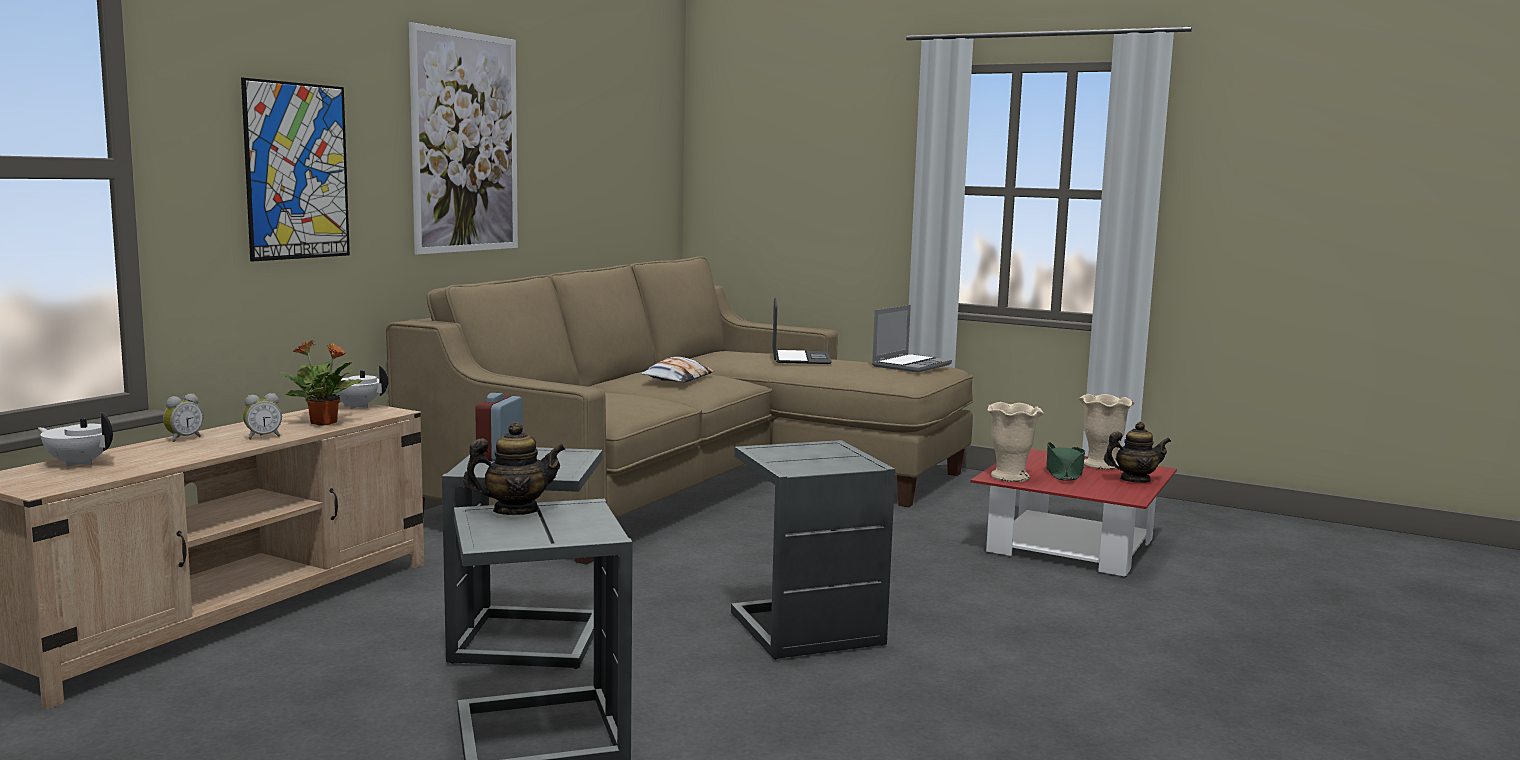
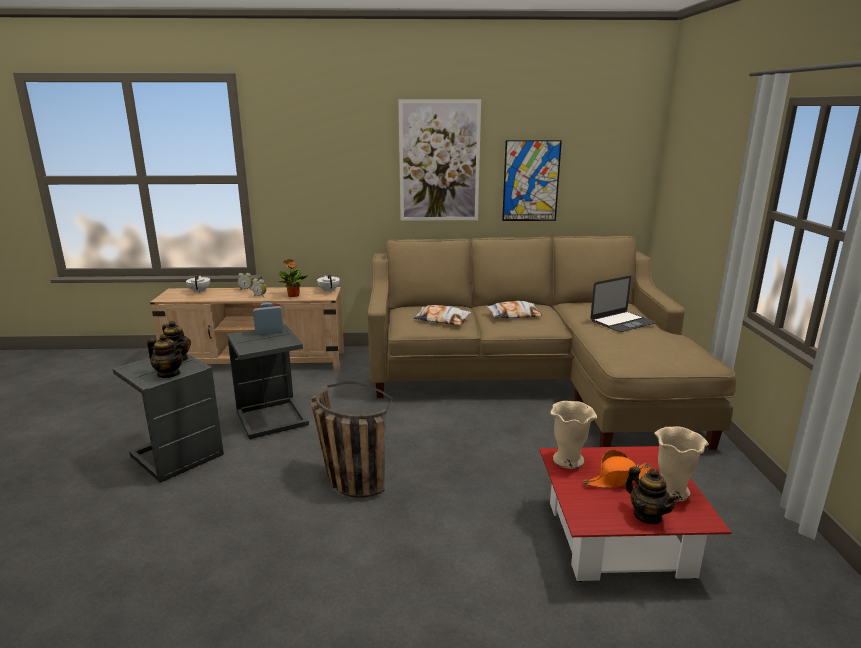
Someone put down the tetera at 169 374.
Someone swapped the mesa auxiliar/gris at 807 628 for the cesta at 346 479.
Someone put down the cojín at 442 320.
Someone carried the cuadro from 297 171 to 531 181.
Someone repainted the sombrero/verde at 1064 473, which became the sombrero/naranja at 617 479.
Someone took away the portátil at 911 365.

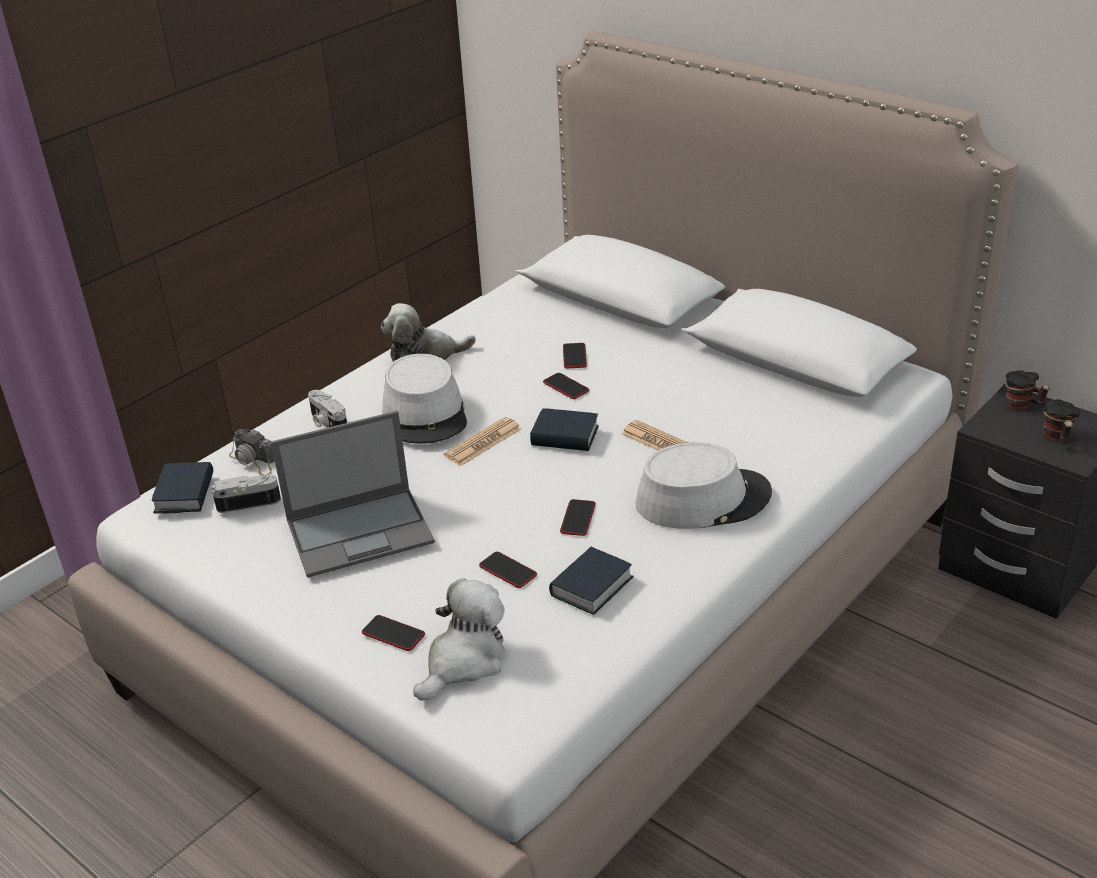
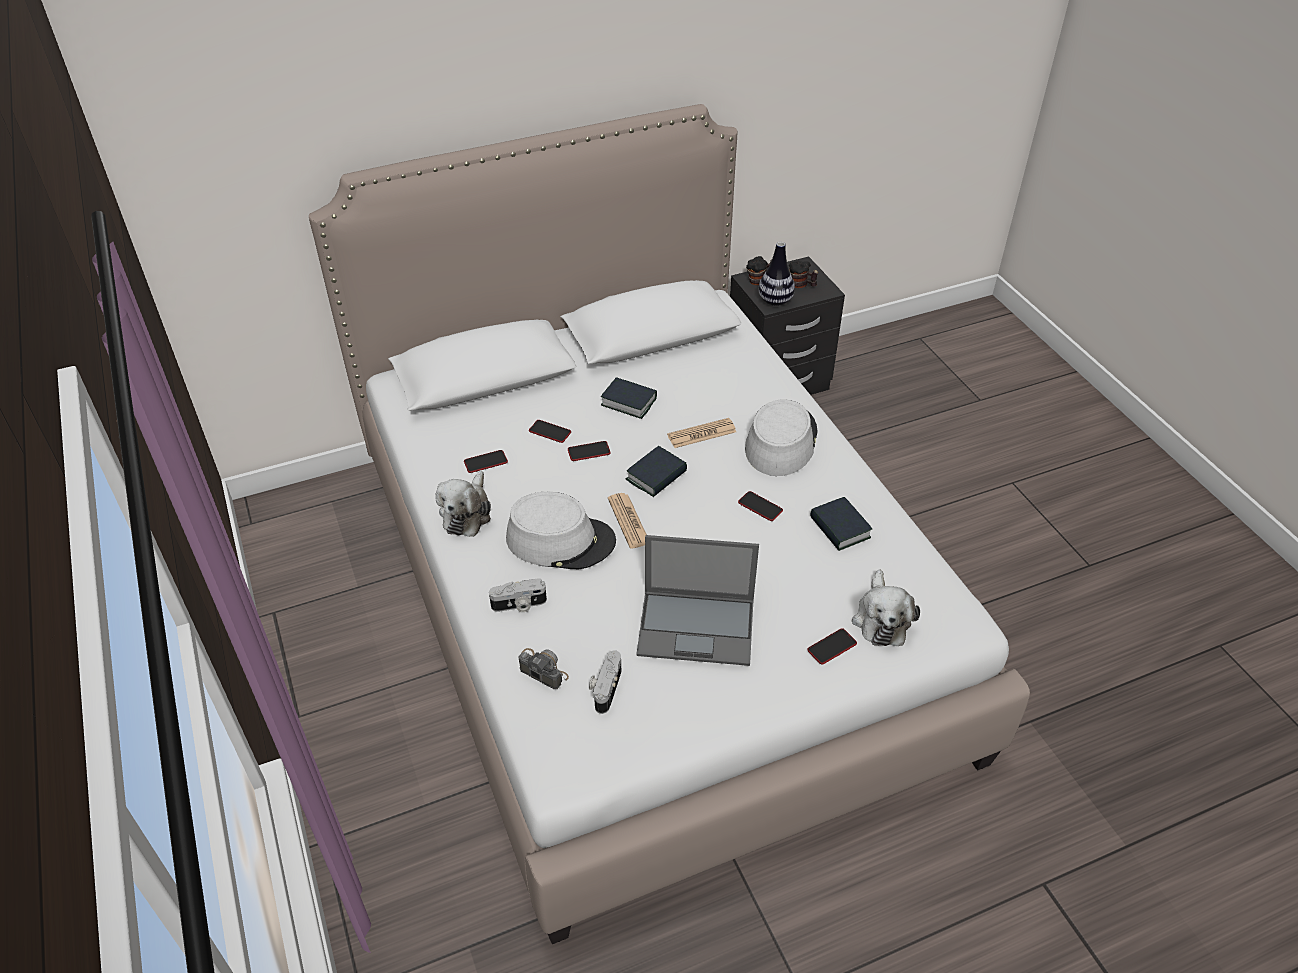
Someone carried the móvil from 508 571 to 485 462.
Someone rotated the cámara at 254 460 by 120 degrees counterclockwise.
Someone carried the libro from 185 494 to 628 402.
Someone rotated the portátil at 361 531 by 90 degrees clockwise.
Someone put down the florero at 775 301.
Someone rotated the peluche at 464 661 by 150 degrees counterclockwise.

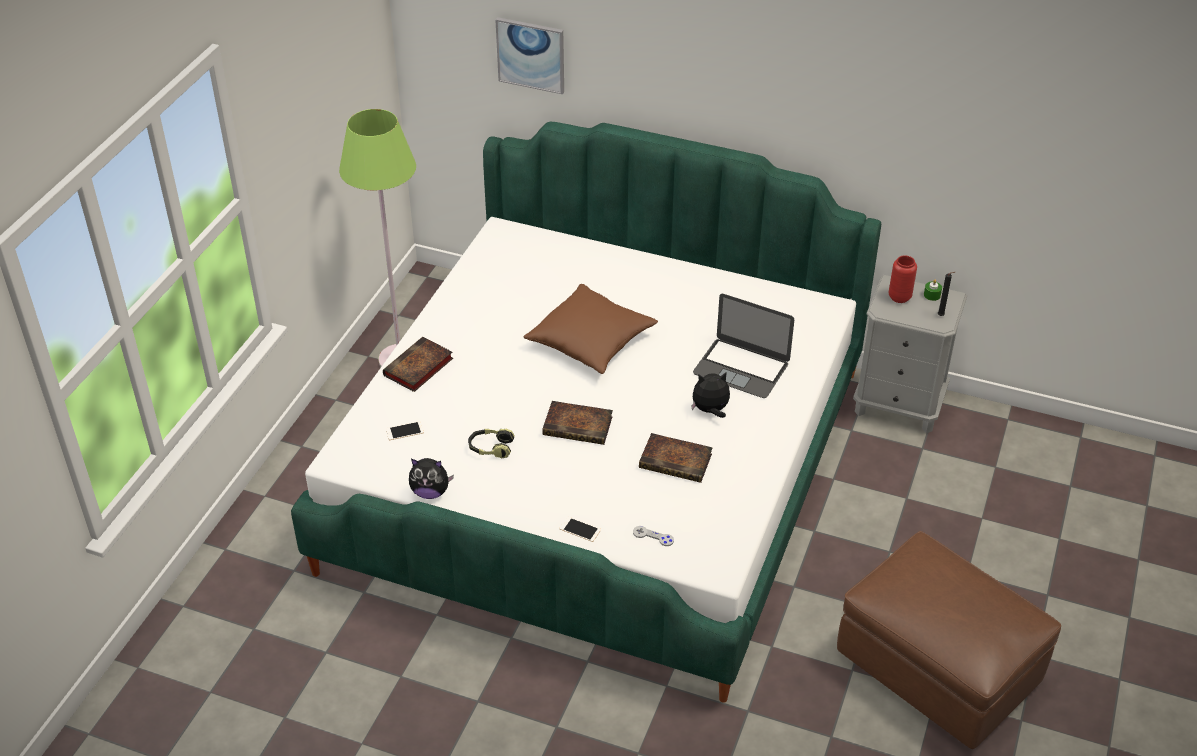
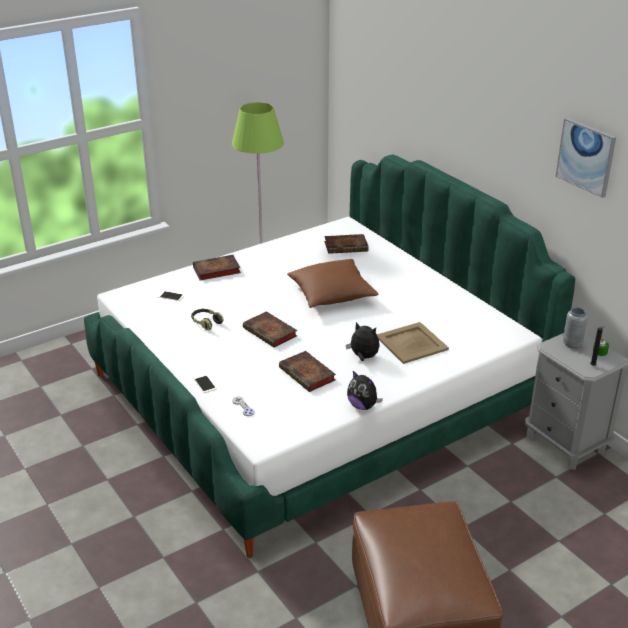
Someone put down the libro at 347 246.
Someone carried the peluche from 430 492 to 363 406.
Someone swapped the portátil at 741 368 for the bandeja/beis at 412 343.
Someone carried the cuadro from 531 54 to 586 157.
Someone repainted the florero/rojo at 899 297, which became the florero/gris at 572 344.

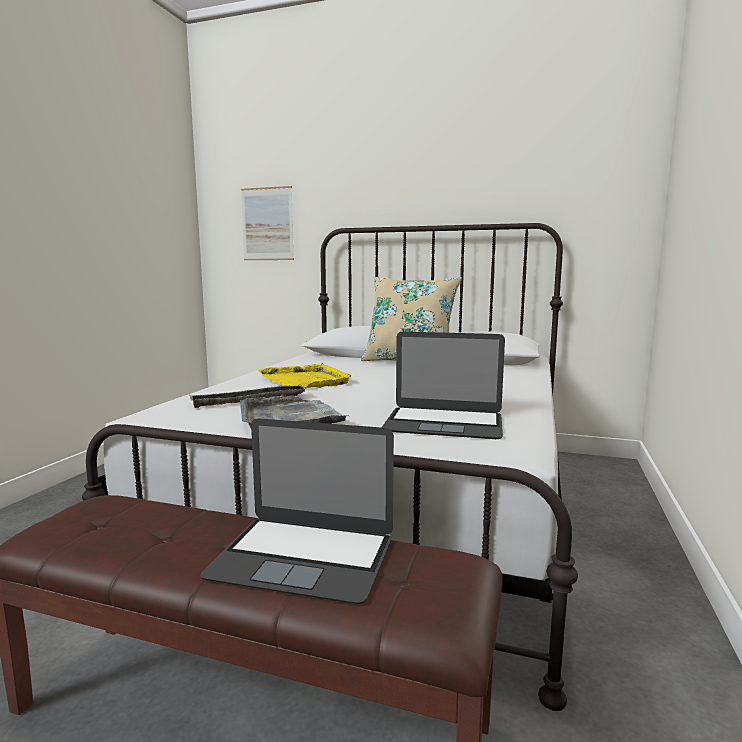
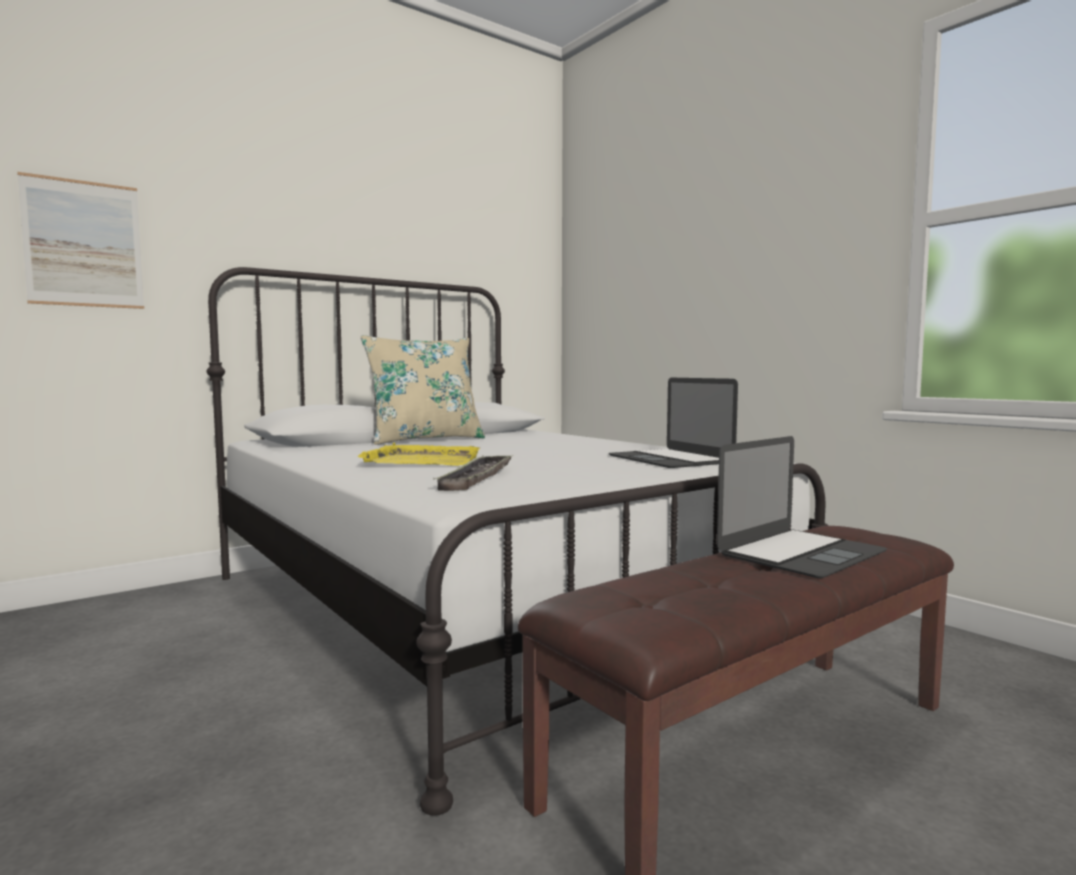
Someone rotated the portátil at 444 423 by 105 degrees clockwise.
Someone took away the bandeja/gris at 289 417.

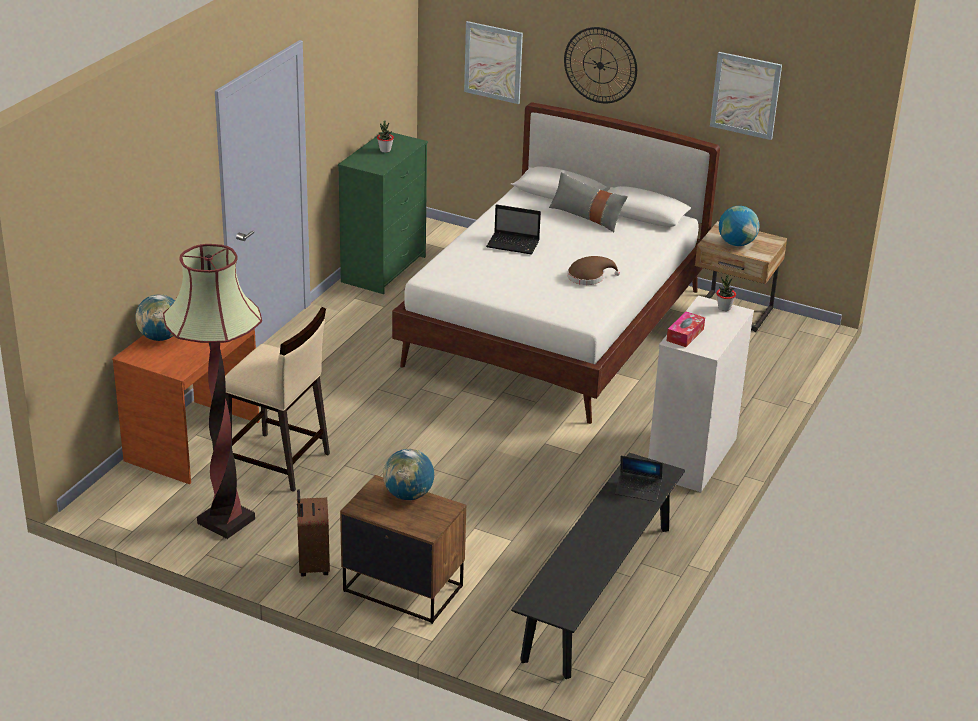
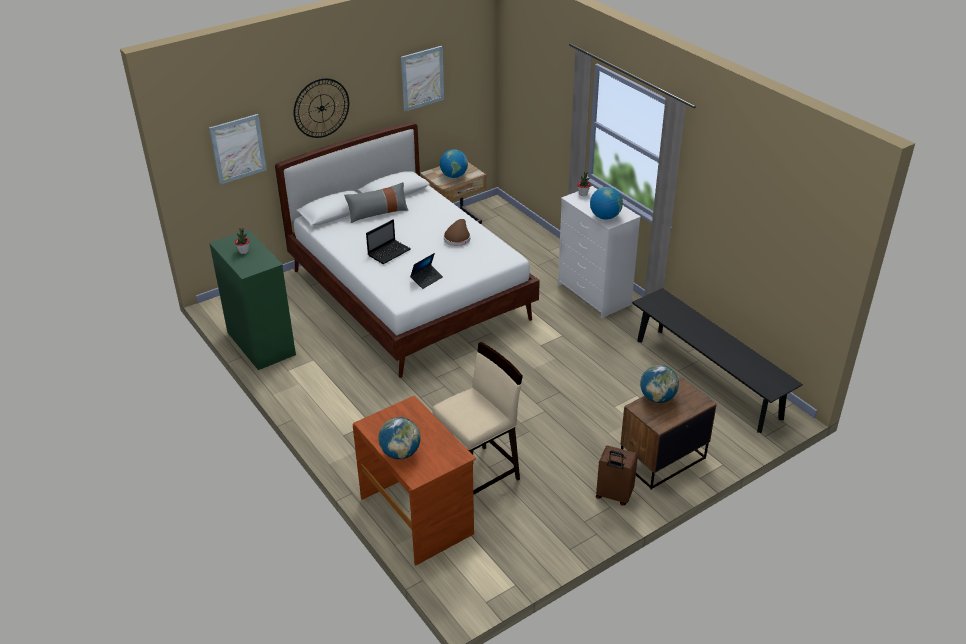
Someone carried the portátil from 638 490 to 426 279.
Someone swapped the caja de pañuelos at 685 335 for the globo terráqueo at 605 217.
Someone took away the lámpara de pie at 226 521.

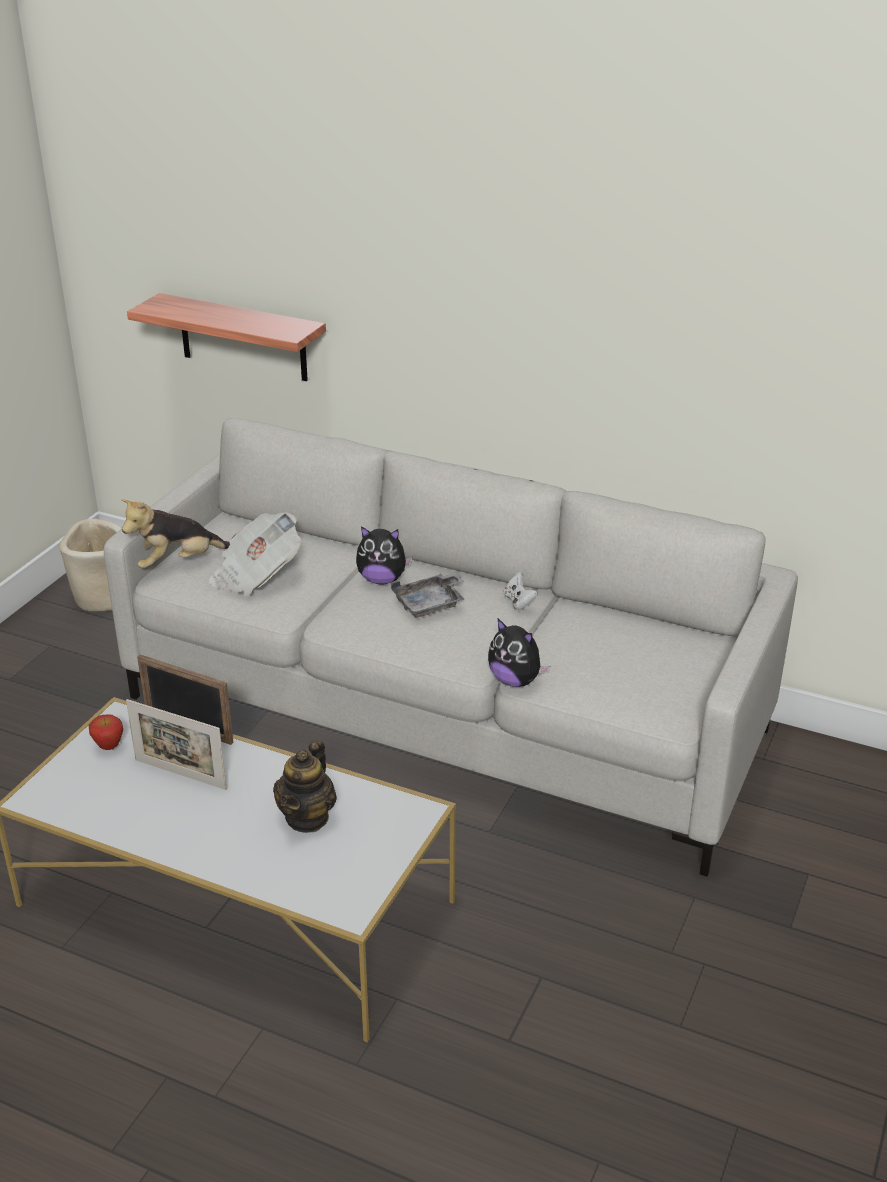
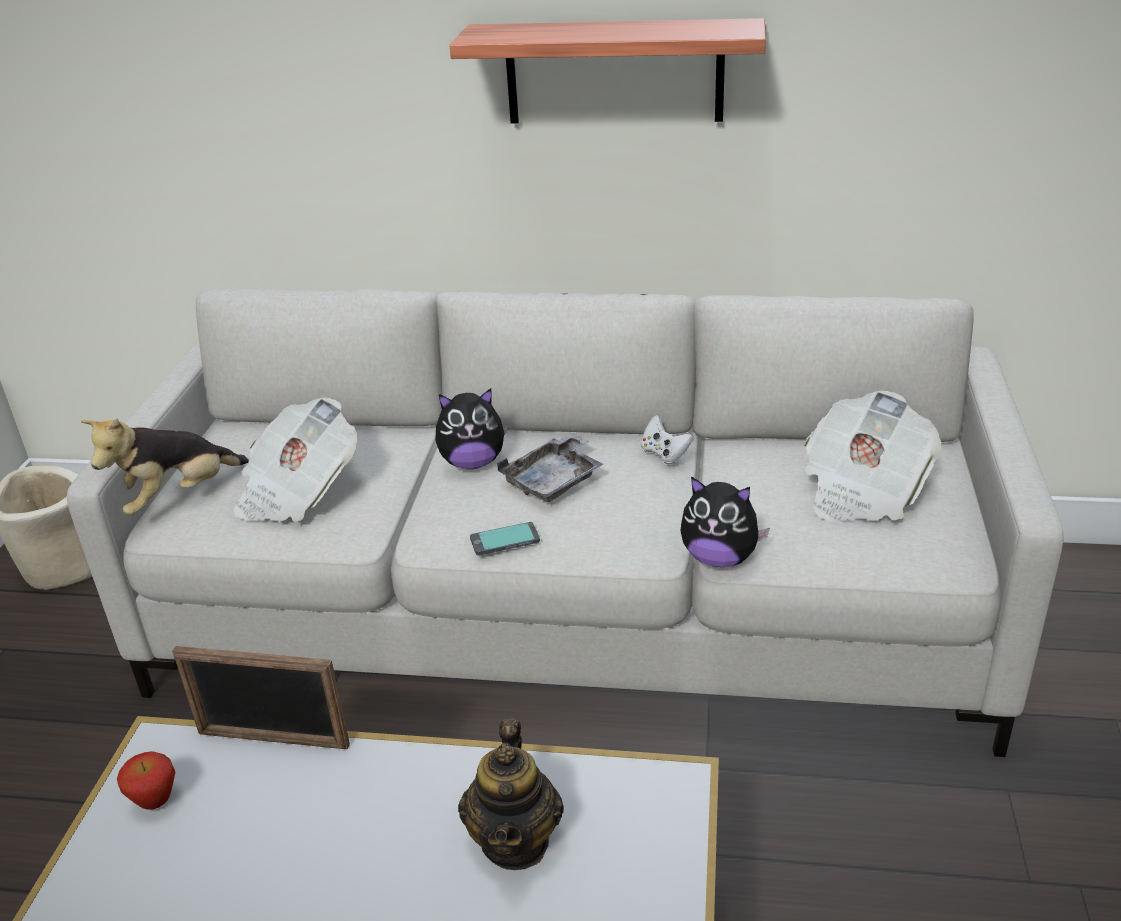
Someone carried the estante from 243 338 to 614 72.
Someone put down the móvil at 505 540.
Someone put down the periódico at 862 489.
Someone took away the portarretratos at 180 774.

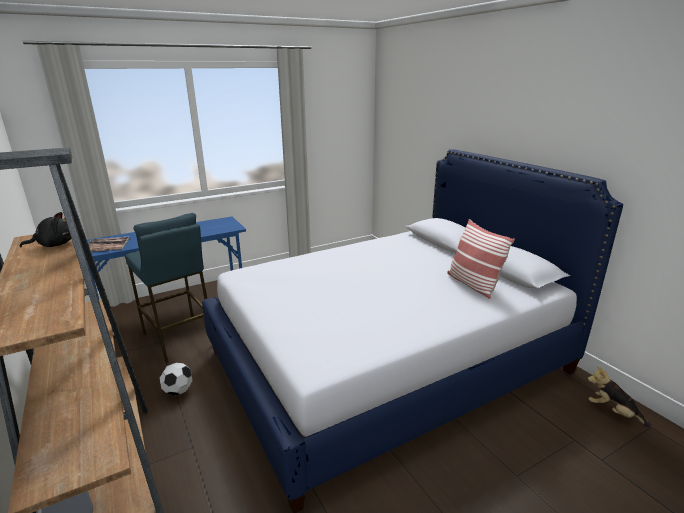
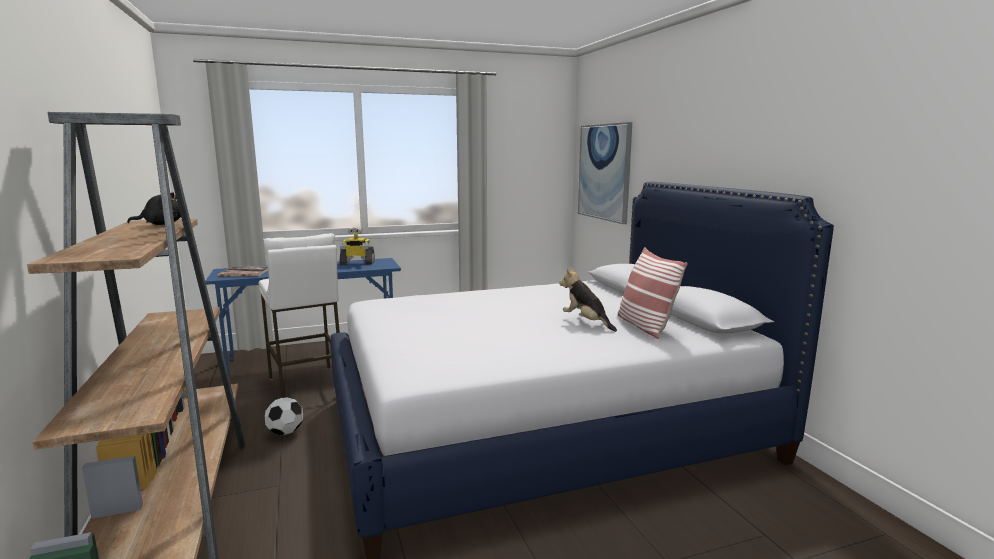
Someone repainted the taburete/azul at 179 339, which became the taburete/blanco at 306 386.
Someone put down the robot de juguete at 357 263.
Someone carried the peluche from 613 412 to 586 322.
Someone put up the cuadro at 604 172.

